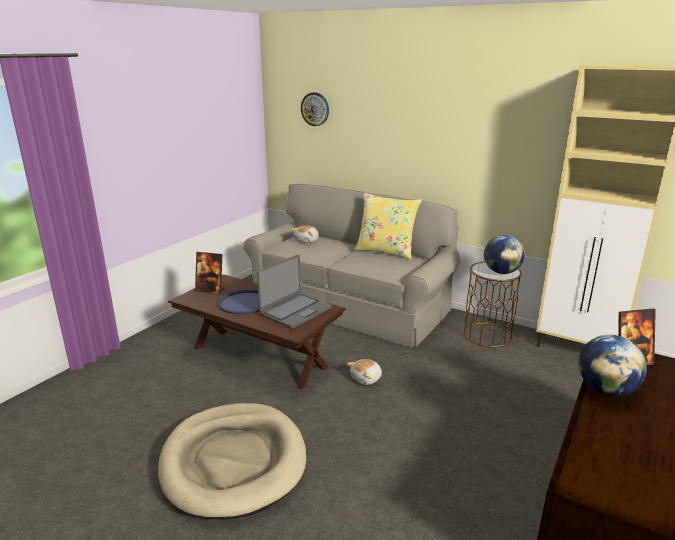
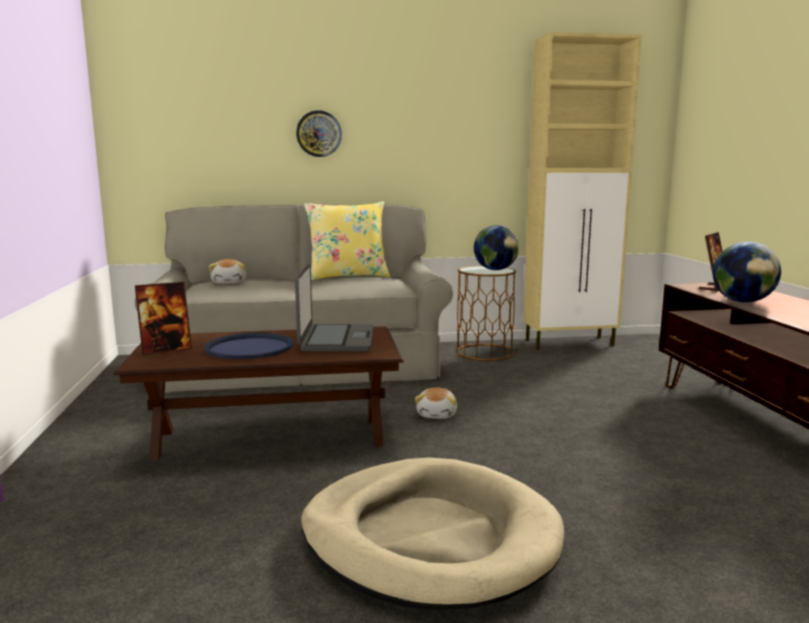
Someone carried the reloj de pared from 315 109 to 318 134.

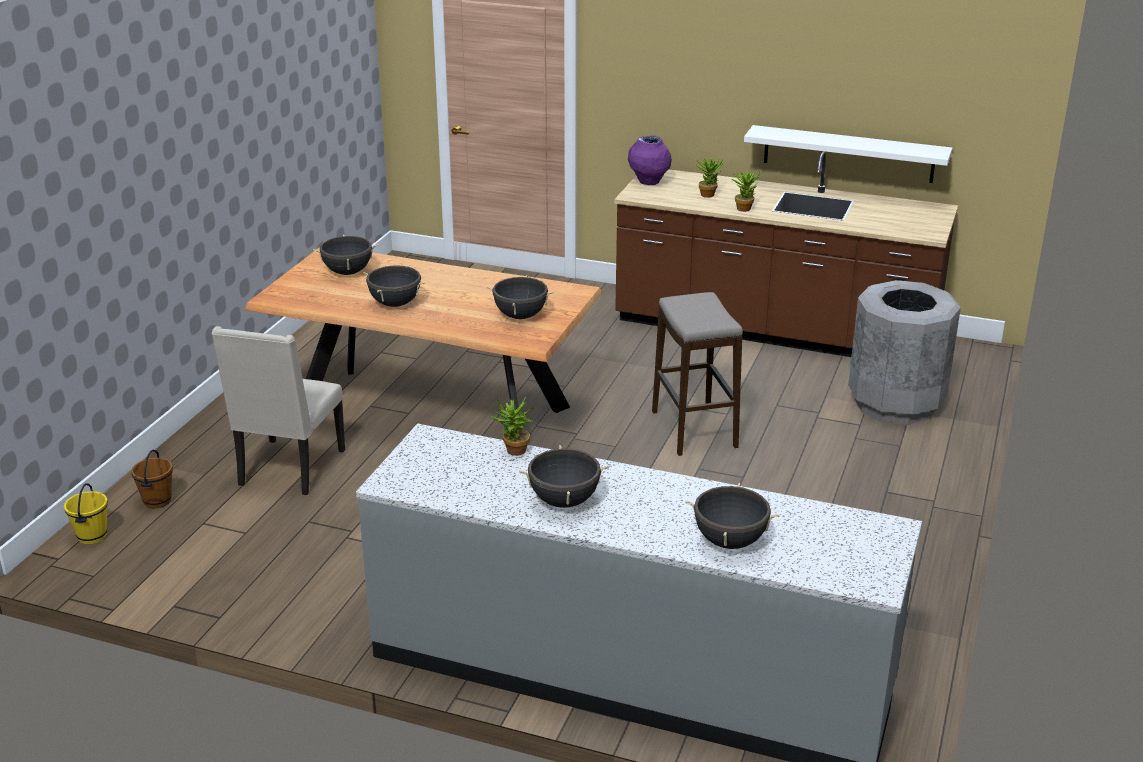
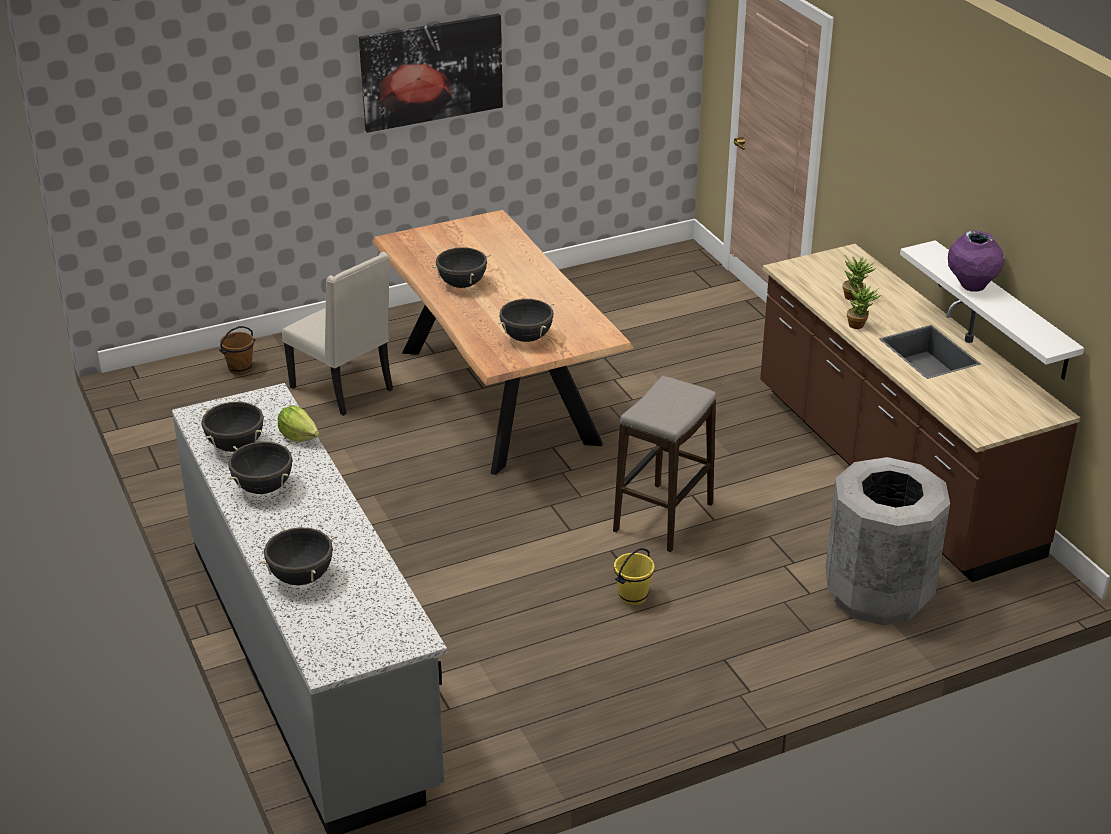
Someone carried the olla/negro from 348 272 to 236 446.
Someone swapped the planta en maceta at 513 452 for the lechuga at 298 436.
Someone rotated the silla/beis at 289 469 by 105 degrees counterclockwise.
Someone put up the cuadro at 431 72.
Someone carried the cubo/amarillo from 92 536 to 632 596.
Someone carried the florero/morado from 649 182 to 971 286.

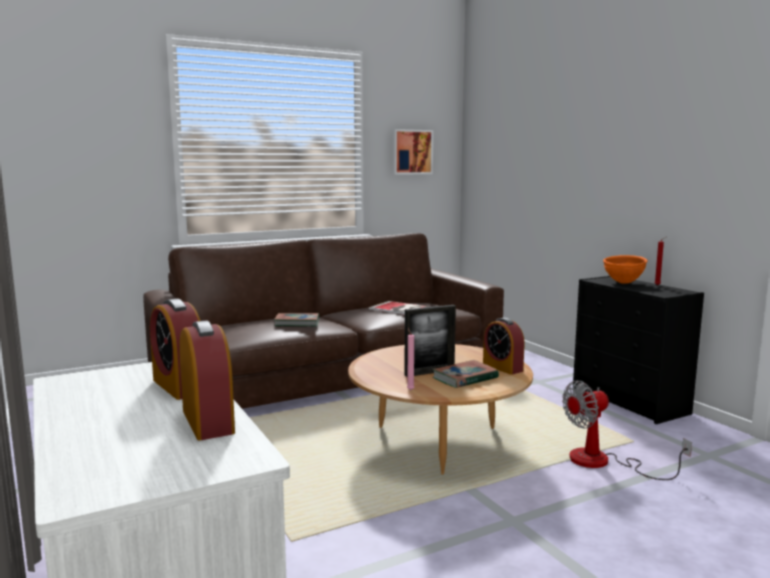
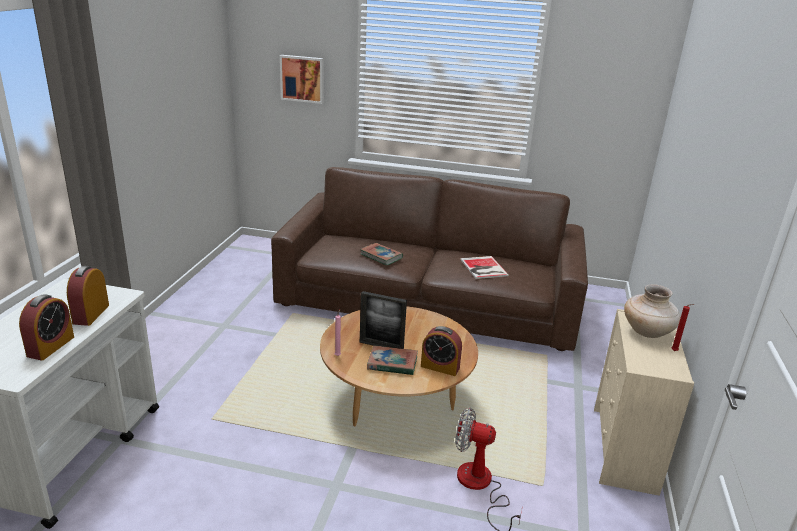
Someone carried the cuadro from 411 152 to 302 78.
Someone rotated the despertador at 502 367 by 75 degrees counterclockwise.
Someone repainted the cómoda/negro at 630 401, which became the cómoda/beis at 624 450.
Someone swapped the cuenco/naranja at 623 283 for the florero/beis at 647 332.

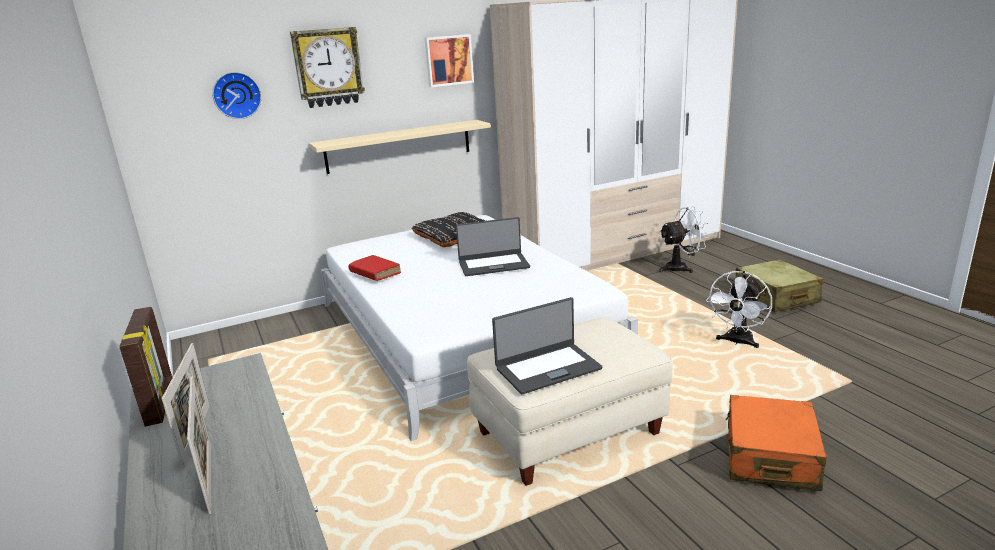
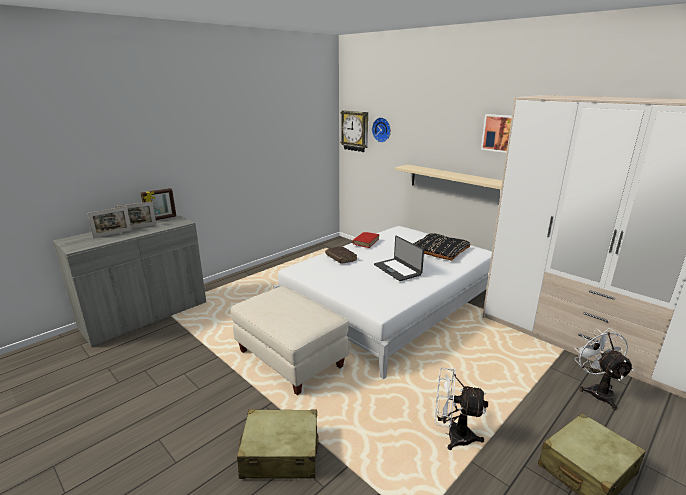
Someone repainted the maleta/naranja at 770 457, which became the maleta/beis at 280 453.
Someone put down the libro/marrón at 341 258.
Someone carried the reloj de pared from 328 67 to 355 131.
Someone rotated the ventilador/blanco at 681 267 by 150 degrees counterclockwise.
Someone took away the portátil at 547 368.

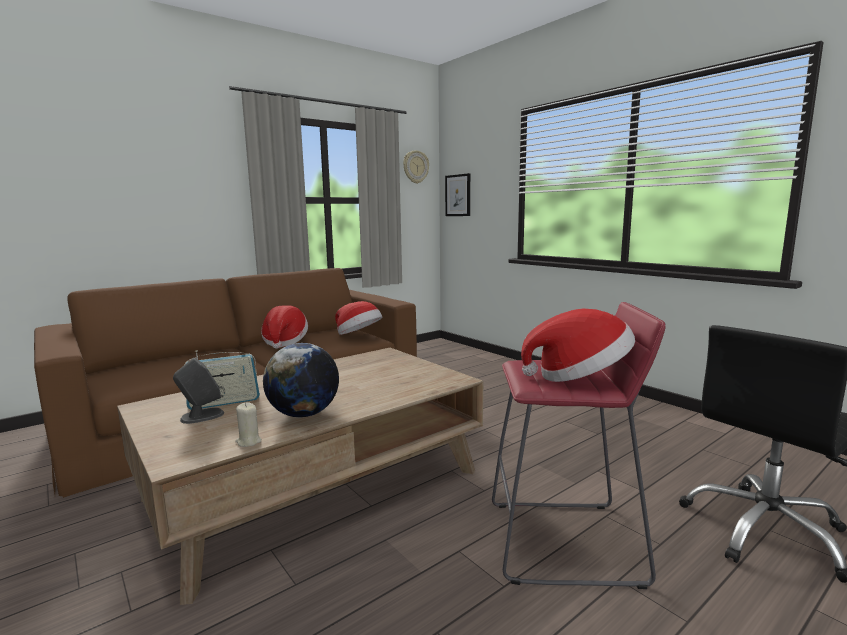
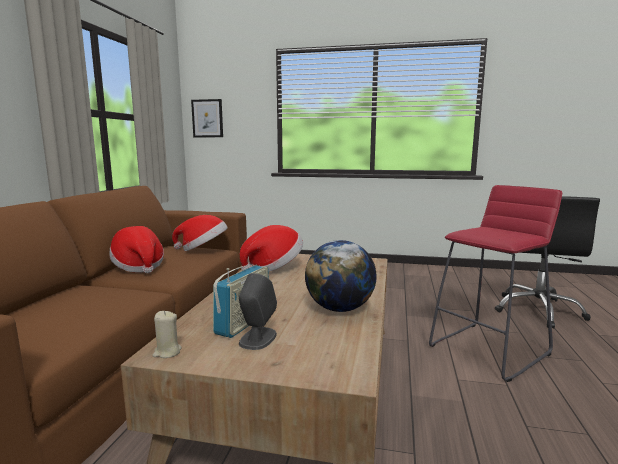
Someone carried the vela/beis from 248 441 to 167 352.
Someone carried the sombrero from 579 377 to 273 267.
Someone took away the reloj de pared at 415 167.

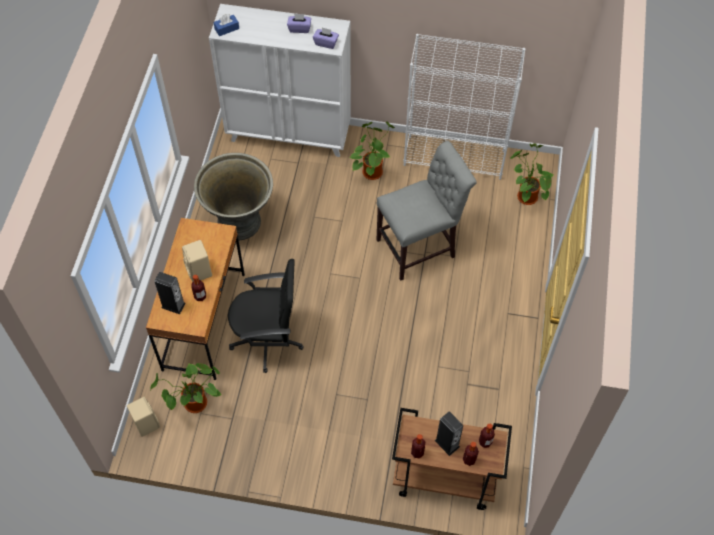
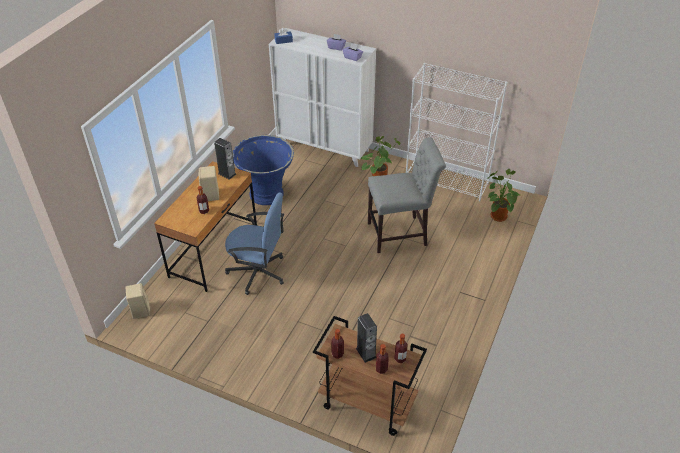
Someone carried the altavoz from 173 305 to 227 174.
Someone repainted the silla de oficina/negro at 268 339, which became the silla de oficina/azul at 258 272.
Someone repainted the maceta/gris at 240 223, which became the maceta/azul at 267 195.
Someone took away the planta en maceta at 194 405.

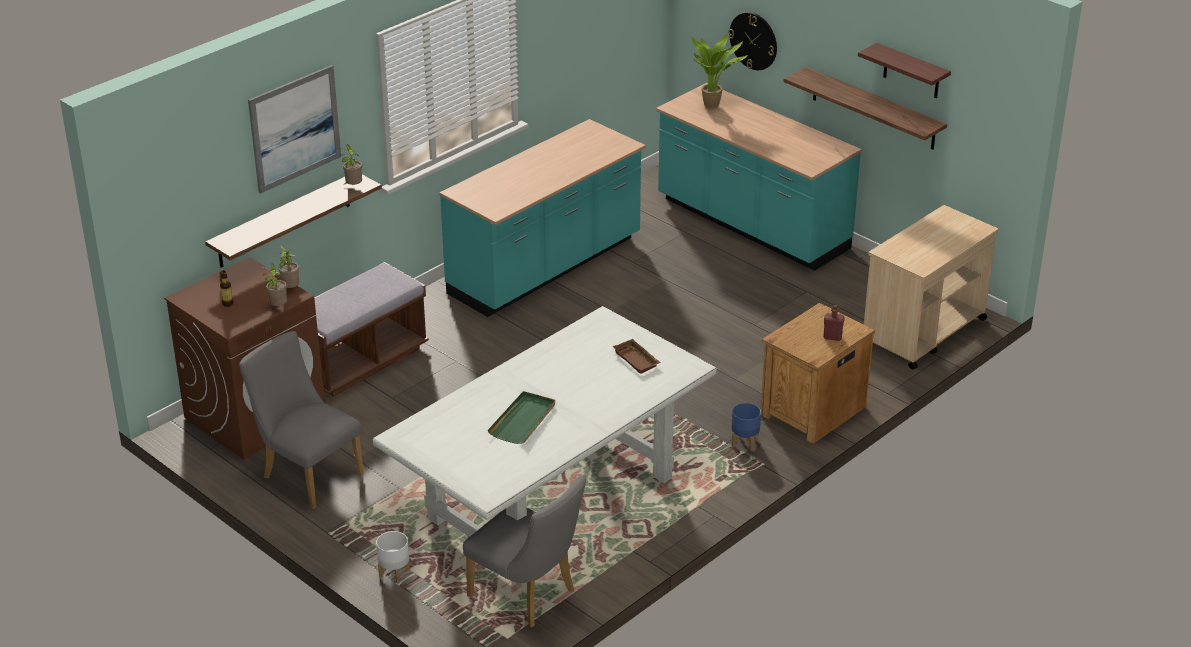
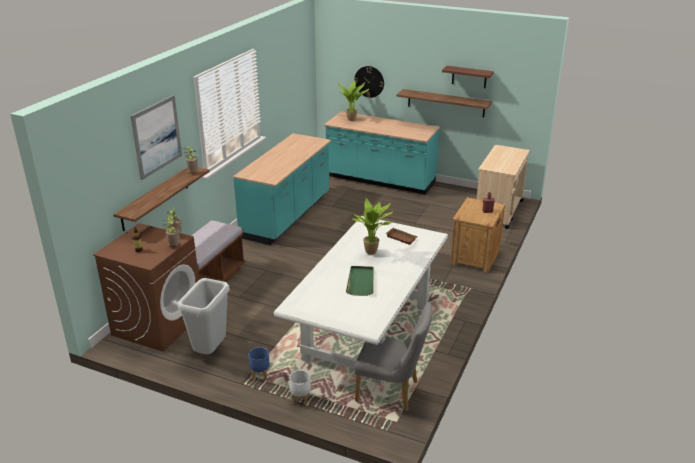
Someone swapped the silla/gris at 307 474 for the papelera/gris at 210 351.
Someone carried the maceta/azul from 744 442 to 259 375.
Someone put down the planta en maceta at 373 252.

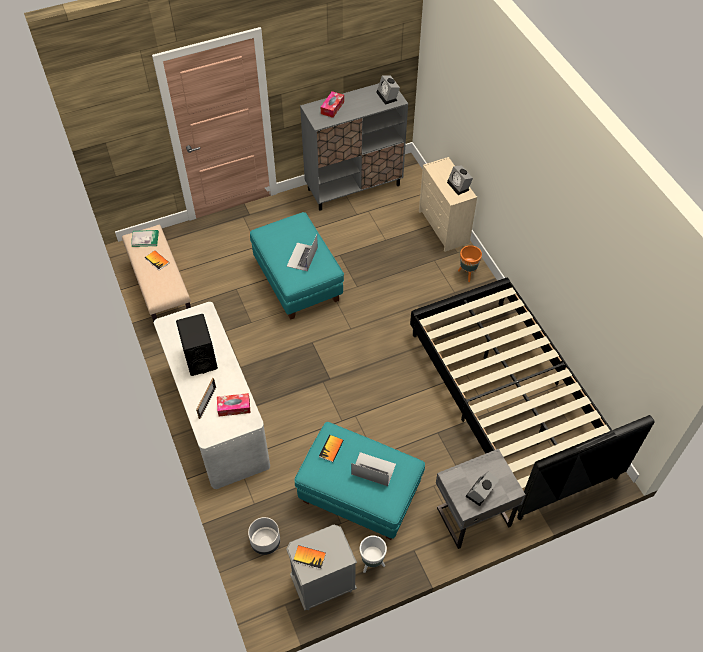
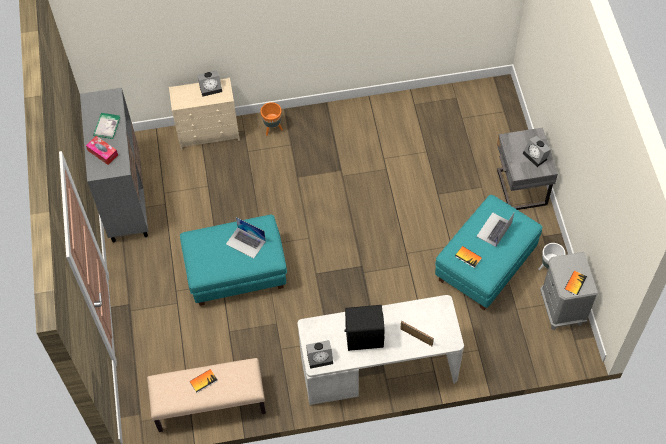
Someone carried the libro from 145 239 to 107 126.
Someone carried the despertador from 388 96 to 320 357.
Someone took away the caja de pañuelos at 234 407.
Someone took away the maceta/gris at 265 542.
Someone took away the cama/negro at 509 403.

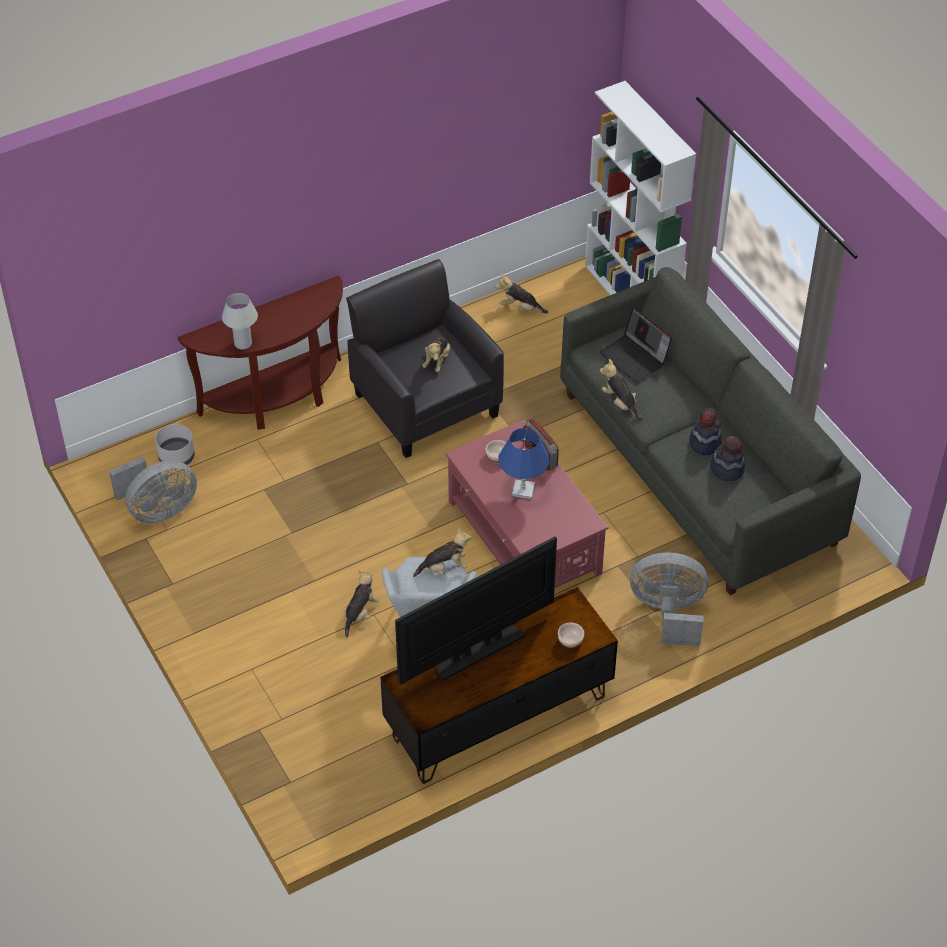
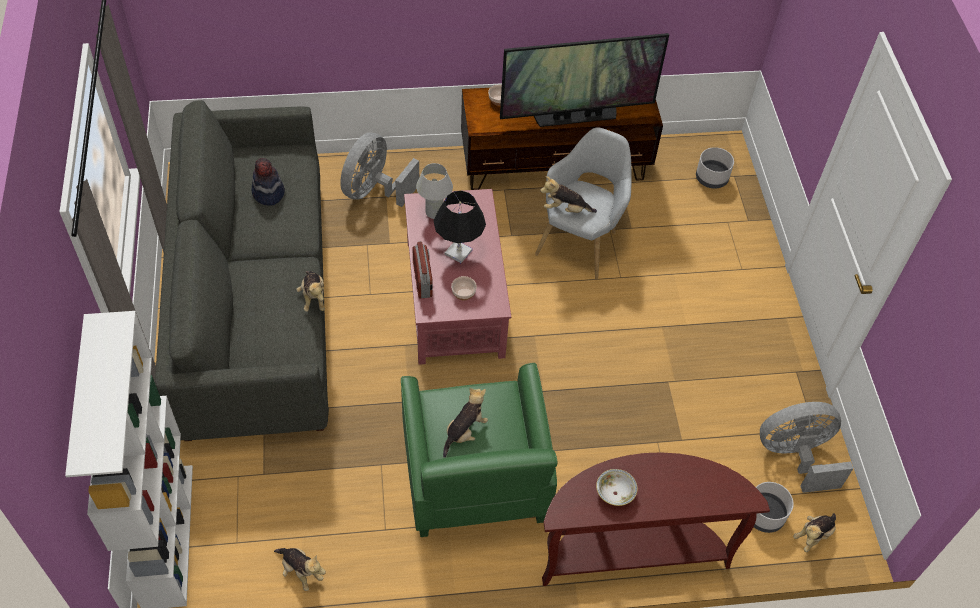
Someone rotated the ventilador/gris at 668 613 by 90 degrees clockwise.
Someone repainted the sillón/negro at 425 403, which became the sillón/verde at 474 479.
Someone carried the lámpara de mesa/blanco from 243 343 to 434 212.
Someone repainted the lámpara de mesa/azul at 523 490, which became the lámpara de mesa/negro at 458 252.
Someone put down the cuenco at 615 493.
Someone put down the maceta/gris at 712 178.
Someone carried the peluche from 360 613 to 813 535.
Someone took away the portátil at 635 358.
Someone took away the sombrero at 704 442.

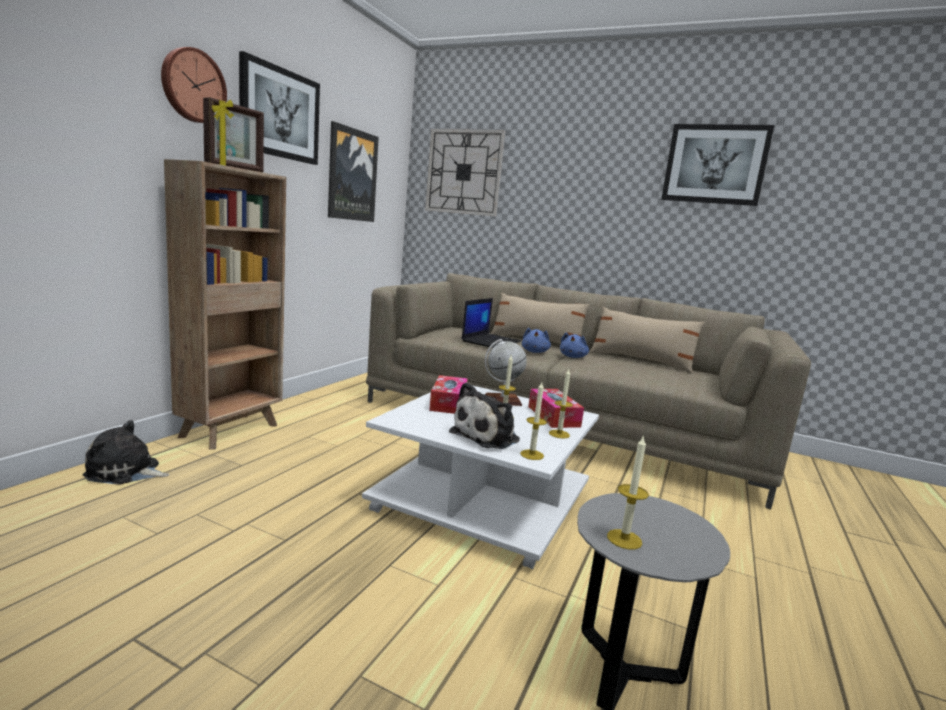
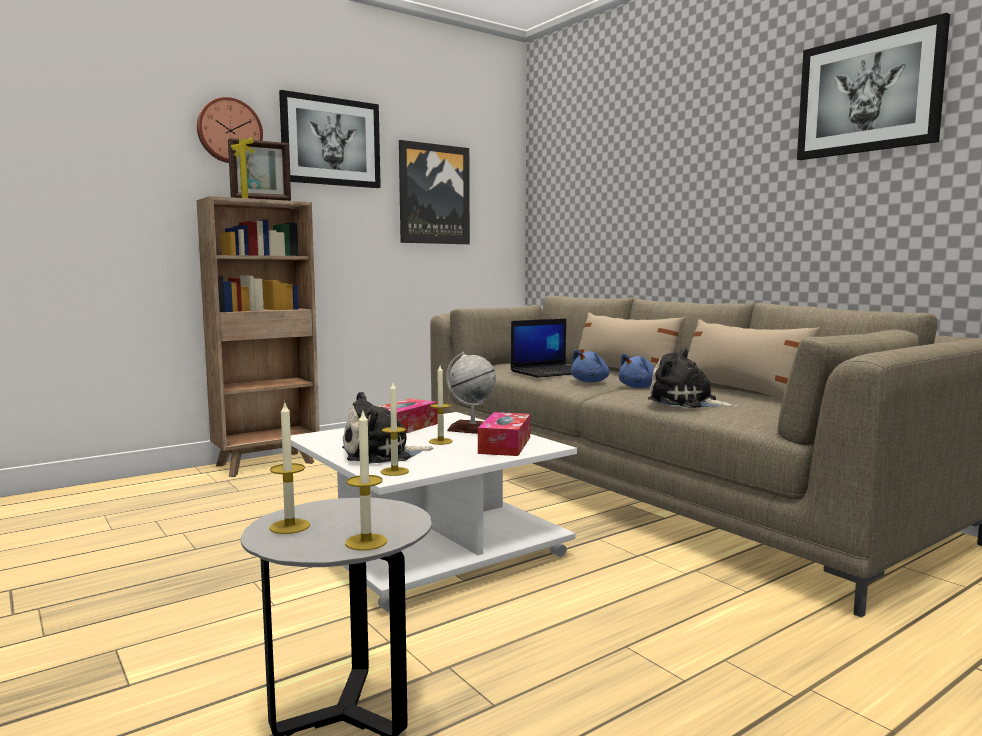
Someone carried the vela from 559 434 to 366 542.
Someone carried the peluche from 126 472 to 686 402.
Someone took away the reloj de pared at 464 172.

